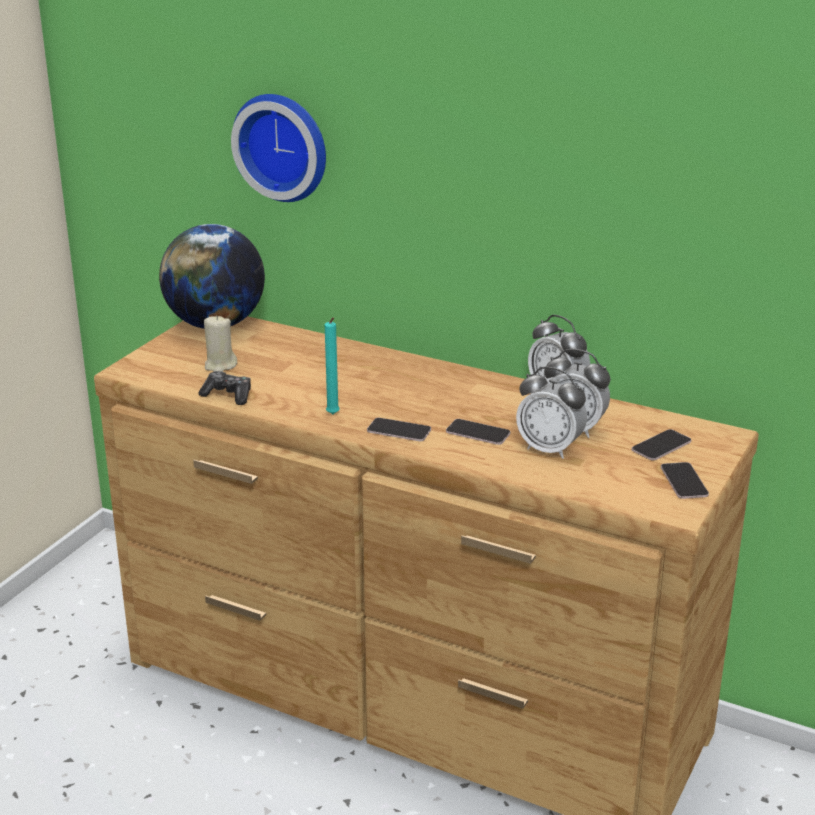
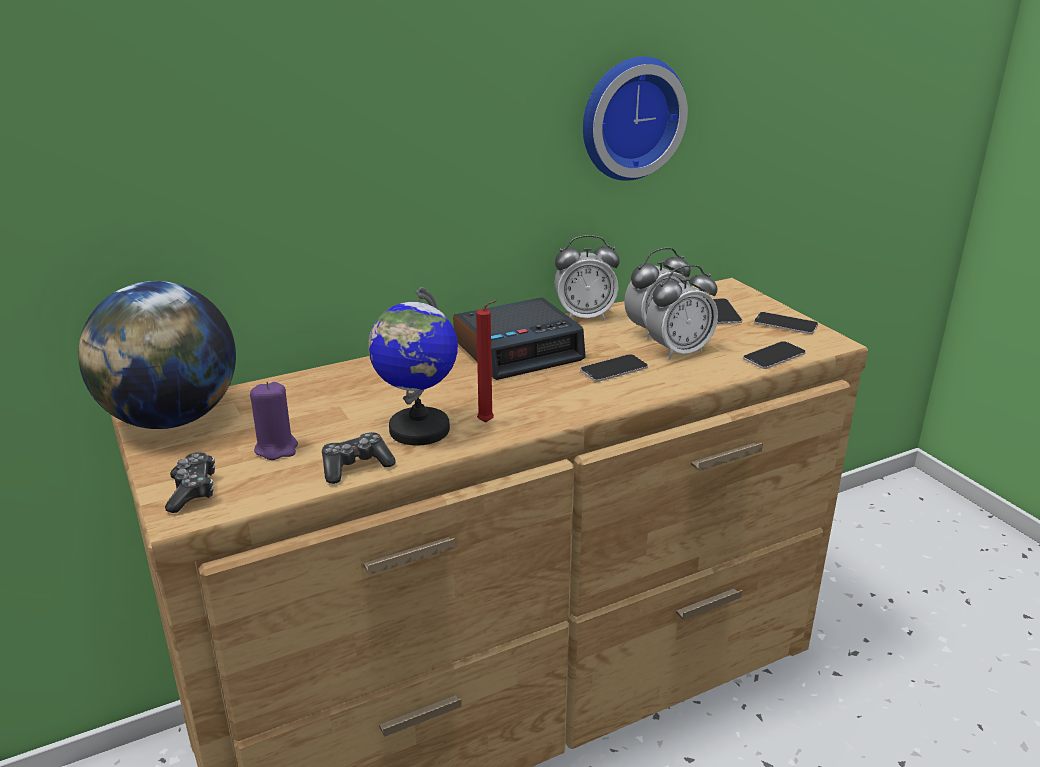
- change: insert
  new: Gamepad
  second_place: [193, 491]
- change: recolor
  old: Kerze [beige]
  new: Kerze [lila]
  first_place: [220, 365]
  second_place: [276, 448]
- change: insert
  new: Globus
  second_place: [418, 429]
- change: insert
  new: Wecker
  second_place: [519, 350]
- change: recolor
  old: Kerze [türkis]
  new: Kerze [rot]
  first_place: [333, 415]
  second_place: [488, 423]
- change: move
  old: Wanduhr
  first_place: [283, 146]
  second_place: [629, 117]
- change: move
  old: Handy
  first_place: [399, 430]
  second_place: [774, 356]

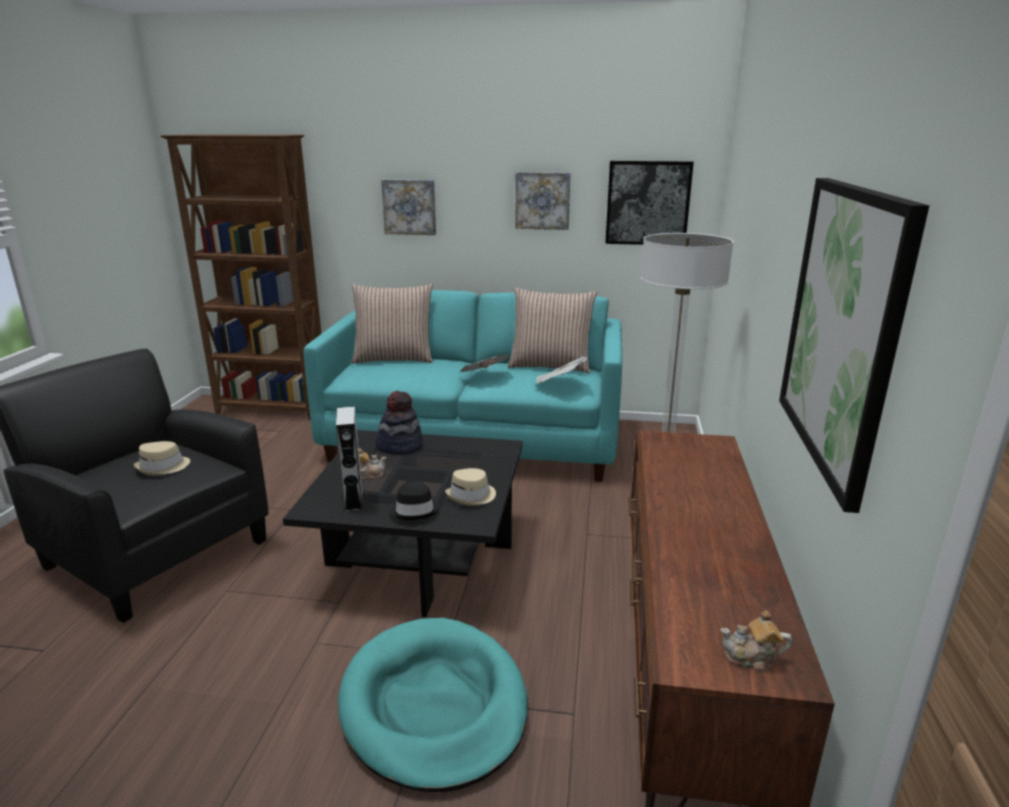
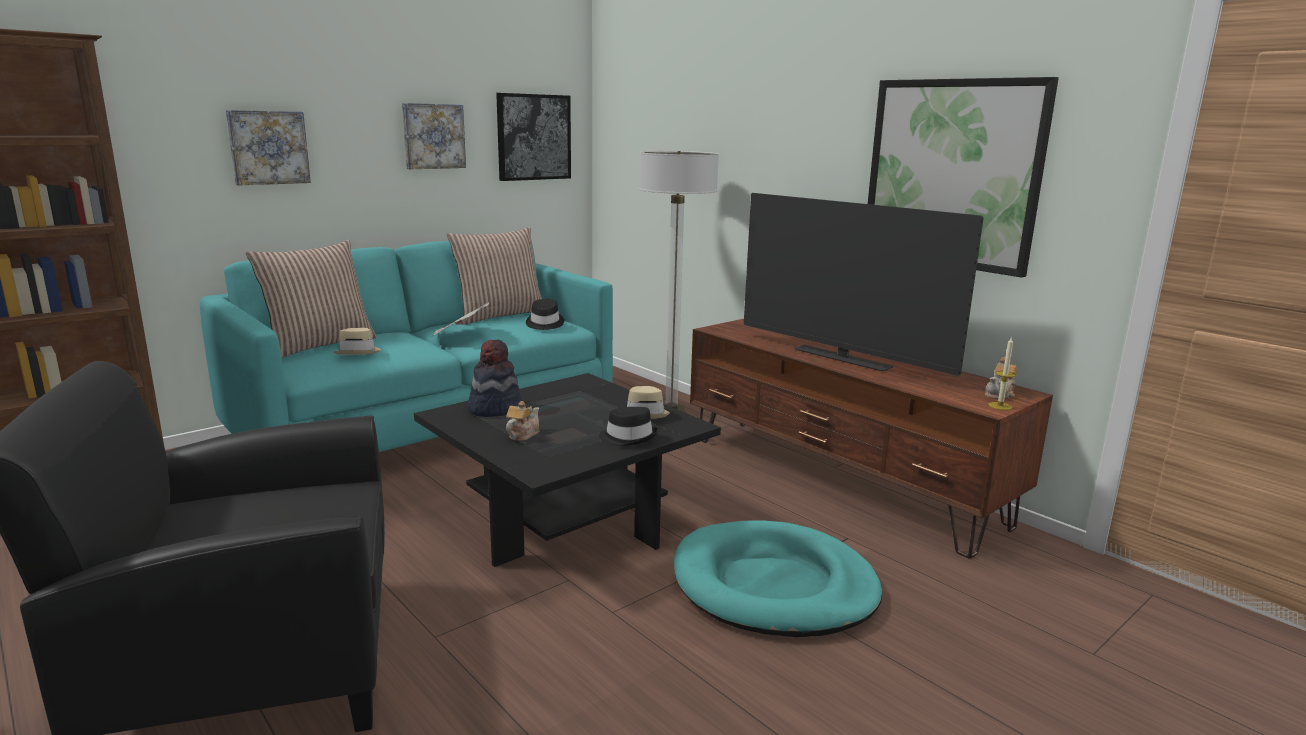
- change: move
  old: Hut [beige]
  first_place: [163, 467]
  second_place: [358, 352]
- change: replace
  old: Zeitung
  new: Hut [schwarz]
  first_place: [558, 384]
  second_place: [544, 324]
- change: insert
  new: Fernseher
  second_place: [841, 358]
- change: insert
  new: Kerze
  second_place: [1000, 406]
- change: delete
  old: Lautsprecher [grau]
  first_place: [353, 498]

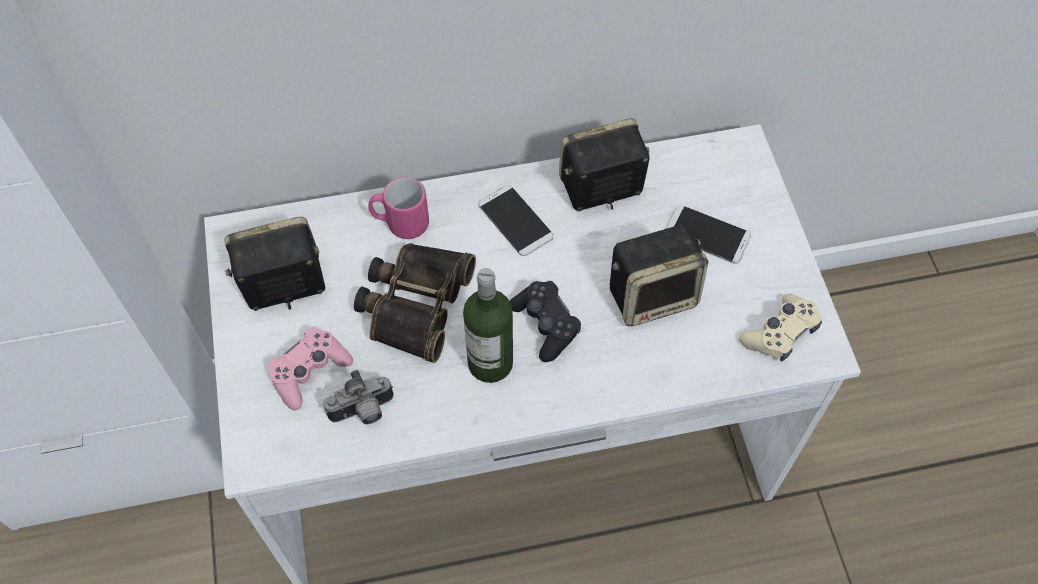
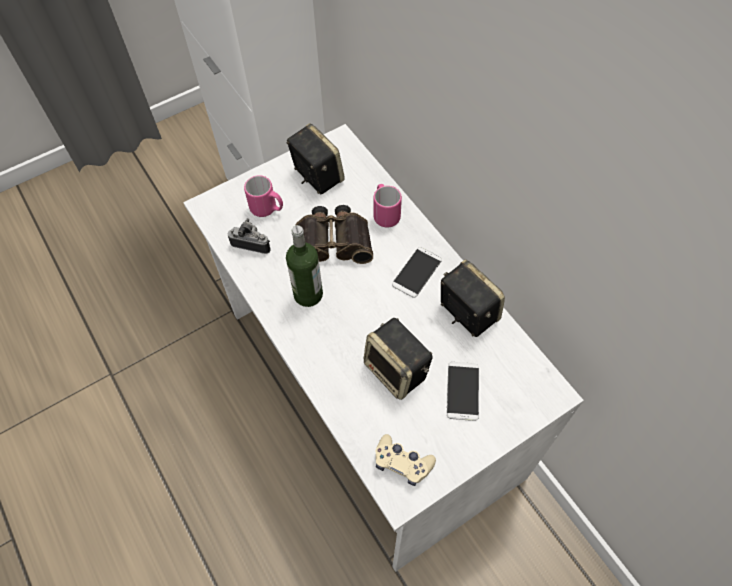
- change: rotate
  old: Kamera
  first_place: [363, 412]
  second_place: [252, 243]
  degrees: 150
- change: replace
  old: Gamepad [rosa]
  new: Henkelbecher [rosa]
  first_place: [309, 372]
  second_place: [267, 209]
- change: delete
  old: Gamepad [schwarz]
  first_place: [545, 325]

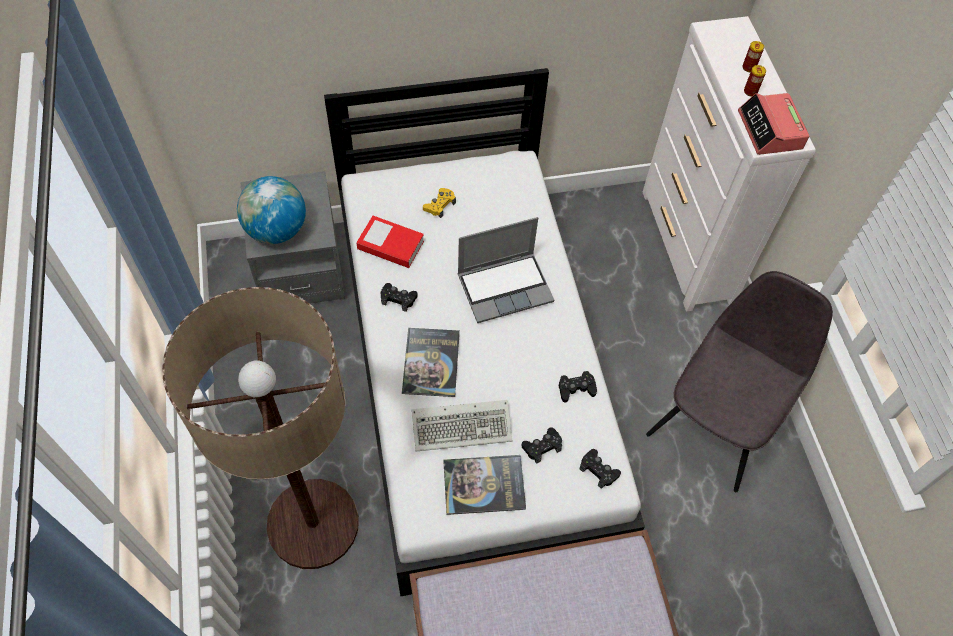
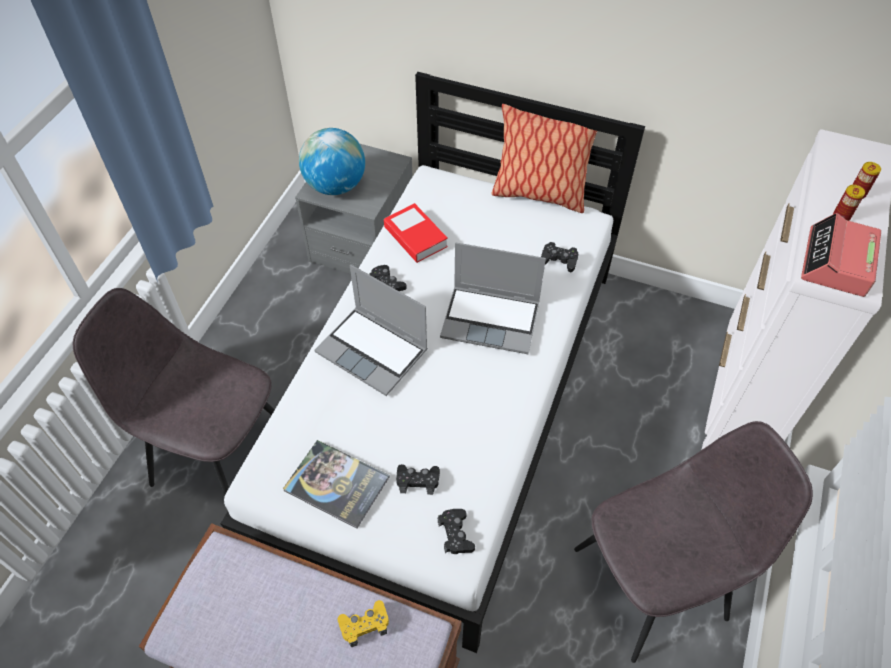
- change: replace
  old: Stehlampe
  new: Stuhl [grau]
  first_place: [313, 524]
  second_place: [218, 453]
- change: replace
  old: Buch
  new: Laptop
  first_place: [431, 362]
  second_place: [374, 351]
- change: move
  old: Gamepad [gelb]
  first_place: [439, 205]
  second_place: [364, 625]
- change: insert
  new: Kissen
  second_place: [538, 194]
- change: move
  old: Gamepad [schwarz]
  first_place: [576, 388]
  second_place: [559, 260]
- change: delete
  old: Tastatur
  first_place: [464, 426]

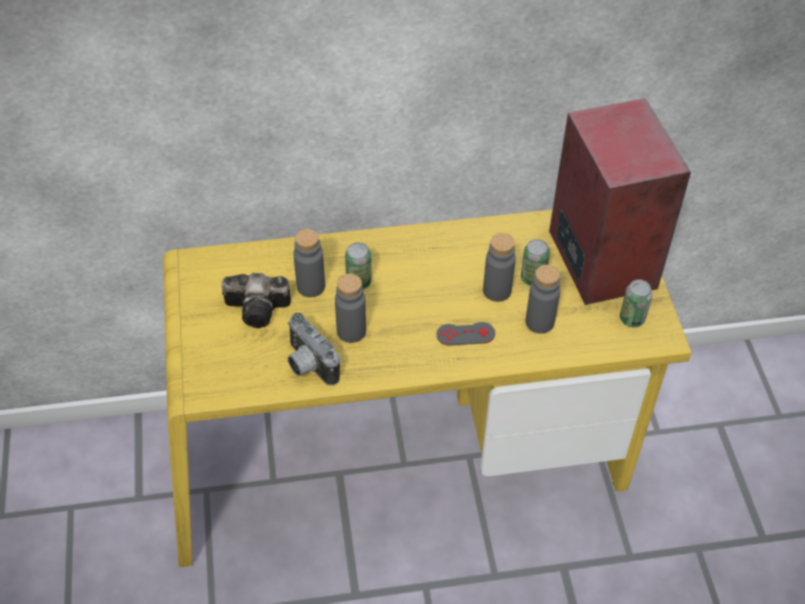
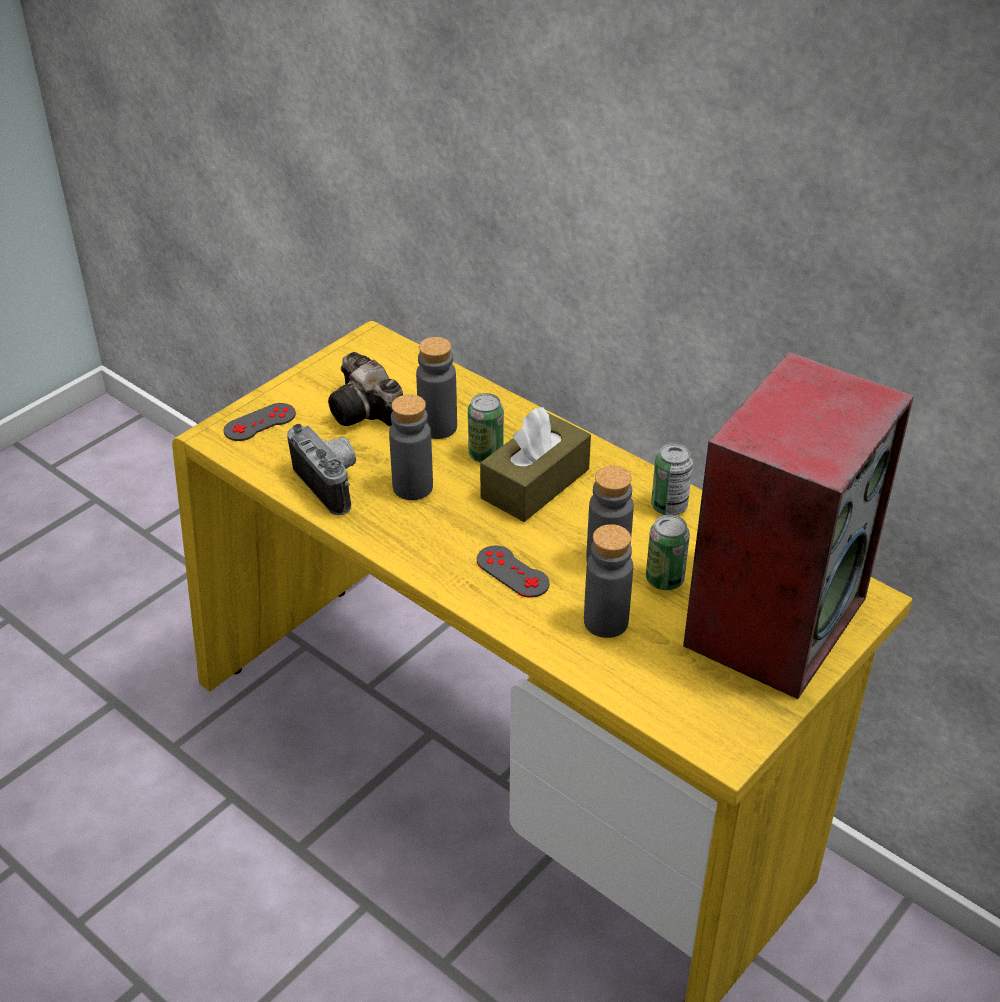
- change: insert
  new: Gamepad [grau]
  second_place: [260, 422]
- change: rotate
  old: Kamera
  first_place: [307, 365]
  second_place: [332, 483]
  degrees: 135
- change: insert
  new: Taschentuchbox [braun]
  second_place: [535, 484]
- change: move
  old: Dose
  first_place: [632, 319]
  second_place: [669, 506]

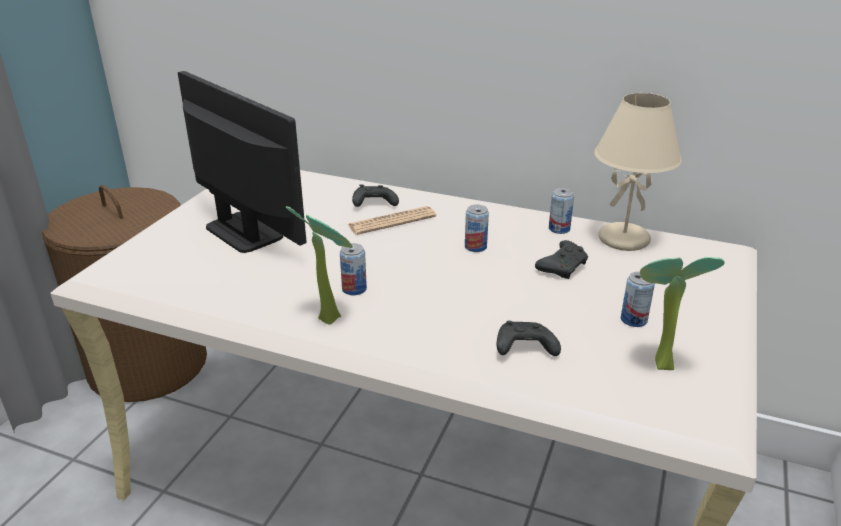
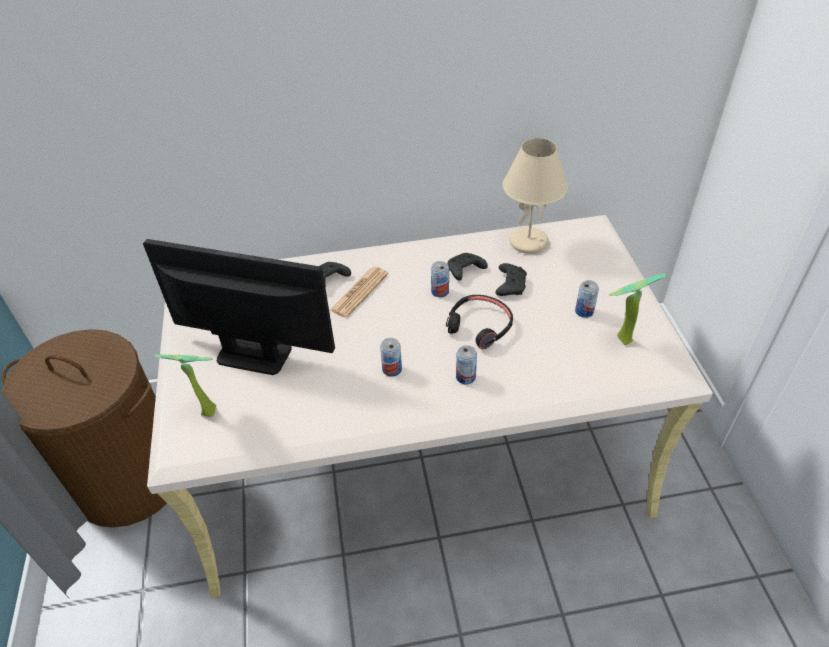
- change: move
  old: Topfpflanze
  first_place: [329, 316]
  second_place: [207, 408]
- change: insert
  new: Kopfhörer [schwarz]
  second_place: [479, 326]
- change: move
  old: Gamepad [schwarz]
  first_place: [523, 348]
  second_place: [464, 271]
- change: move
  old: Dose
  first_place: [559, 229]
  second_place: [465, 377]

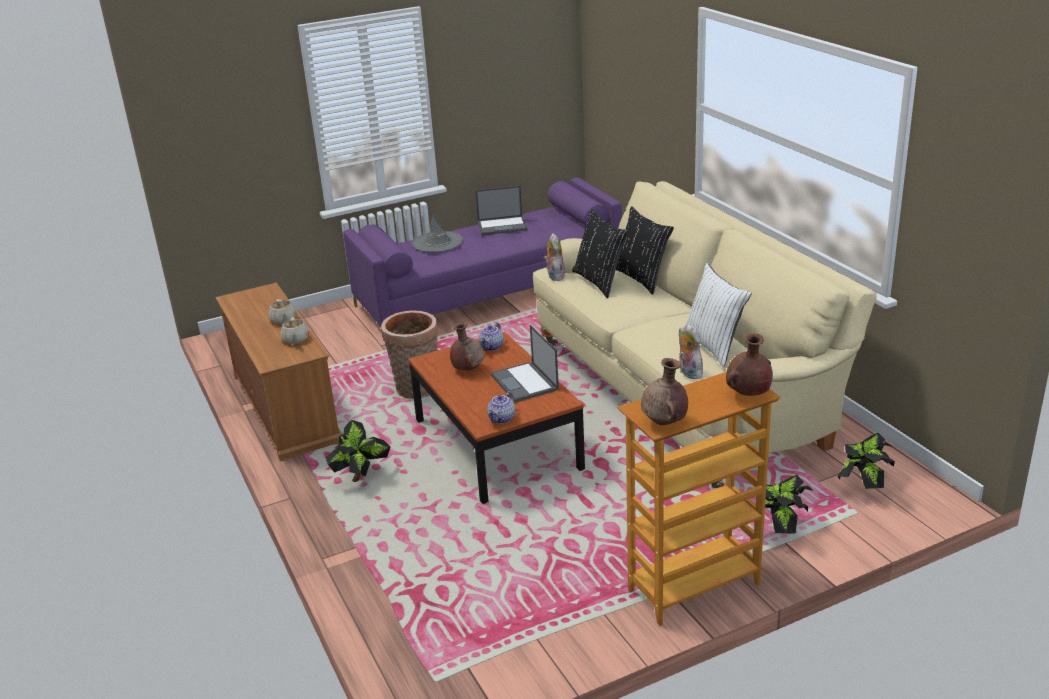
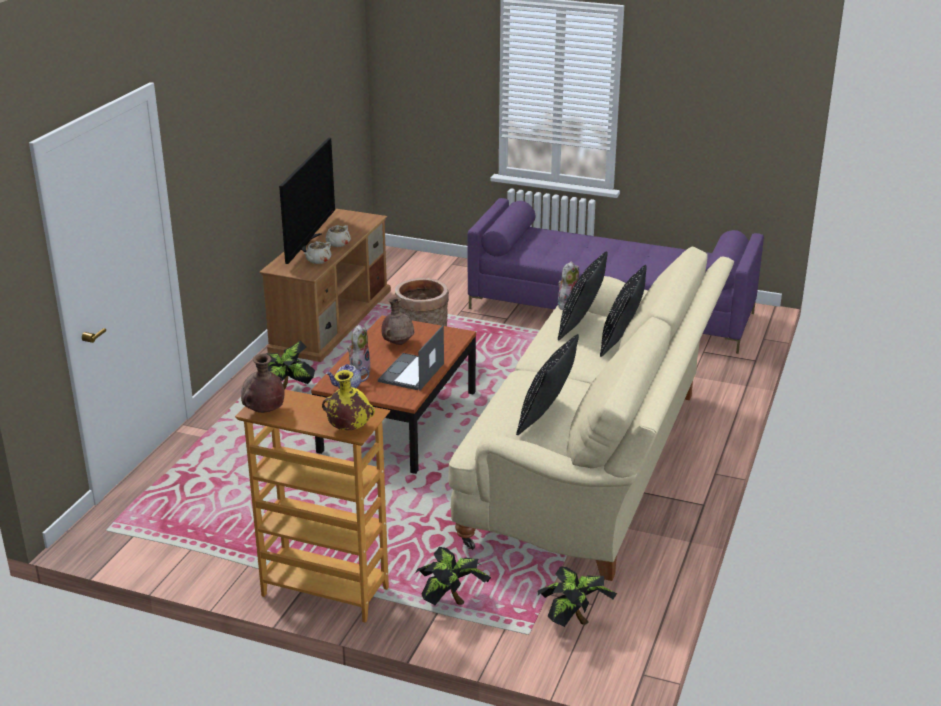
- change: insert
  new: Fernseher
  second_place: [309, 242]
- change: recolor
  old: Vase [braun]
  new: Vase [gelb]
  first_place: [747, 394]
  second_place: [348, 428]
- change: move
  old: Plüschtier
  first_place: [688, 373]
  second_place: [359, 369]
- change: recolor
  old: Kissen [weiß]
  new: Kissen [schwarz]
  first_place: [713, 346]
  second_place: [546, 417]
- change: delete
  old: Hut [grau]
  first_place: [437, 242]
- change: delete
  old: Laptop
  first_place: [503, 225]
- change: delete
  old: Teekanne
  first_place: [492, 347]

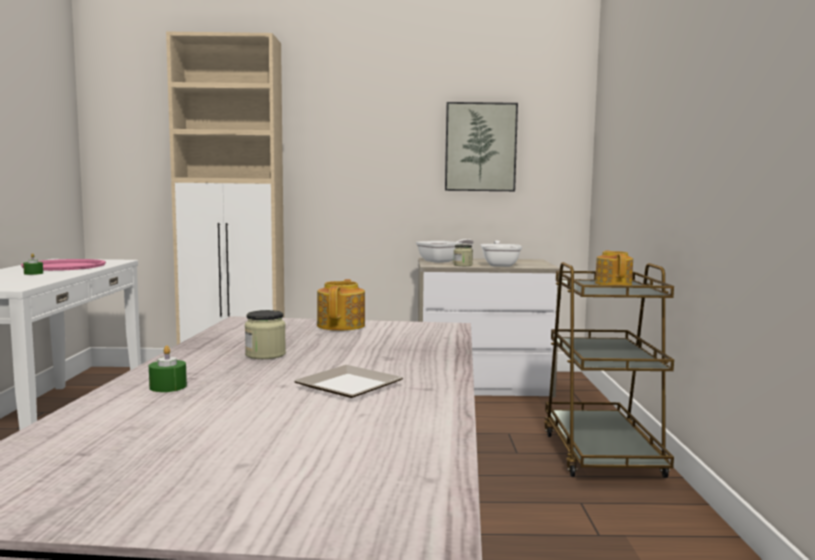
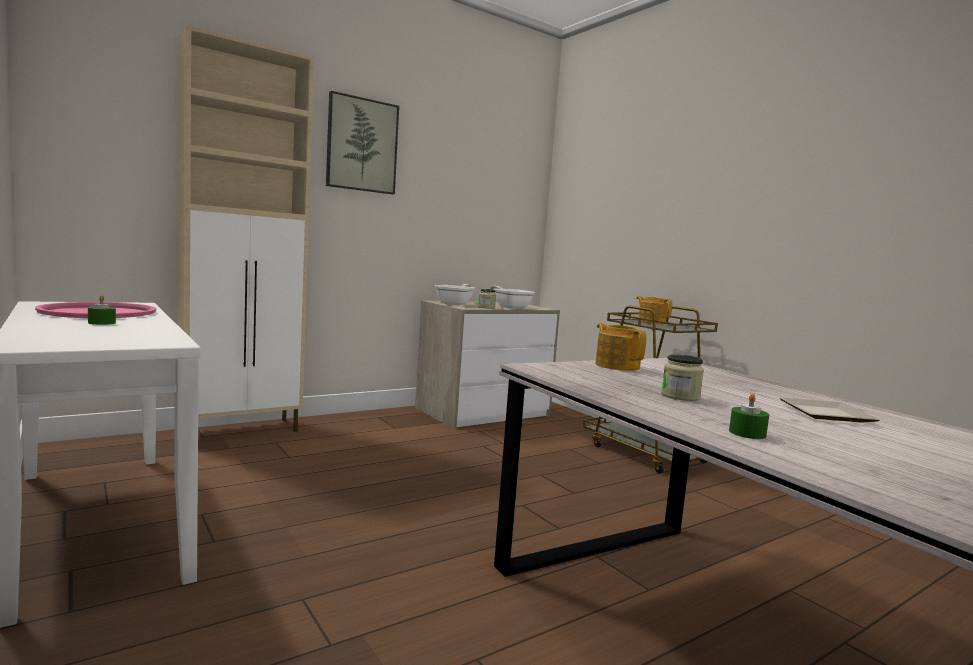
- change: move
  old: Bild
  first_place: [480, 147]
  second_place: [362, 145]

